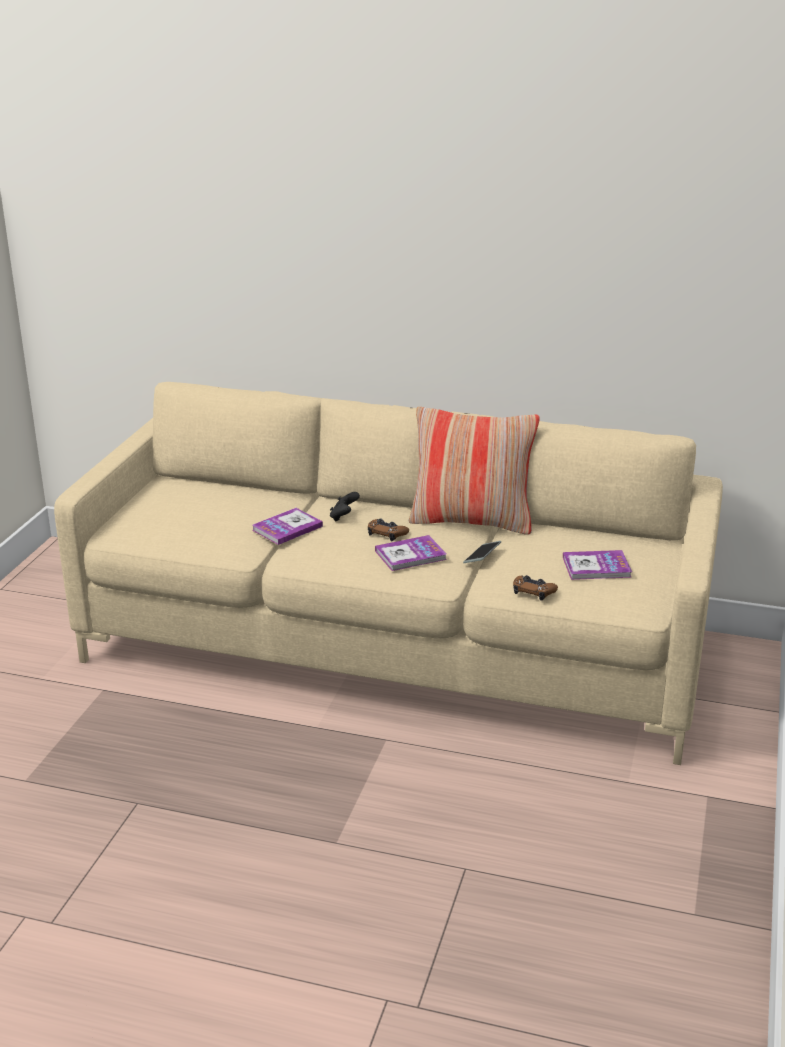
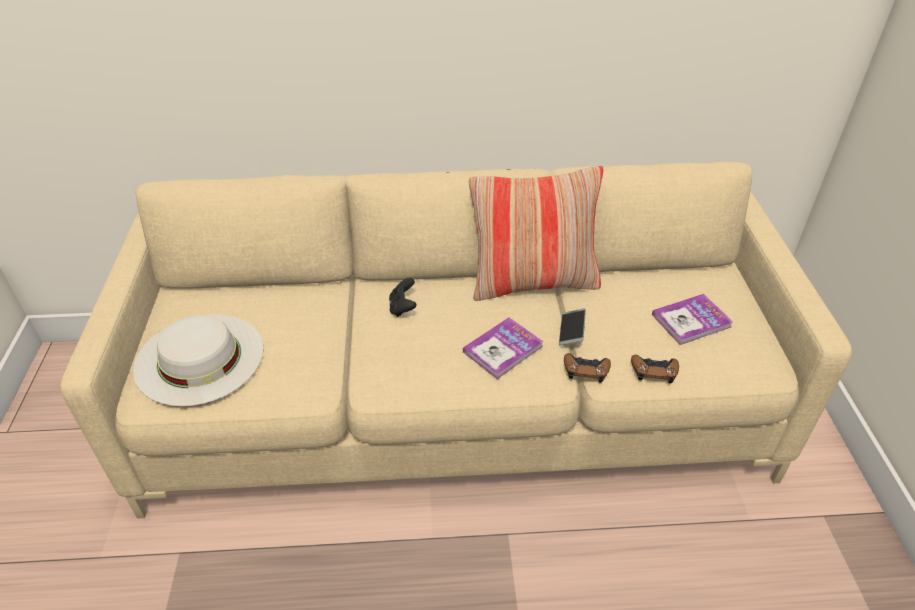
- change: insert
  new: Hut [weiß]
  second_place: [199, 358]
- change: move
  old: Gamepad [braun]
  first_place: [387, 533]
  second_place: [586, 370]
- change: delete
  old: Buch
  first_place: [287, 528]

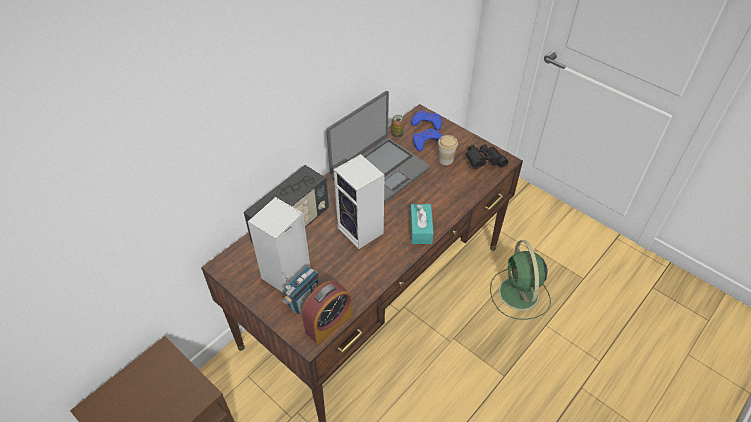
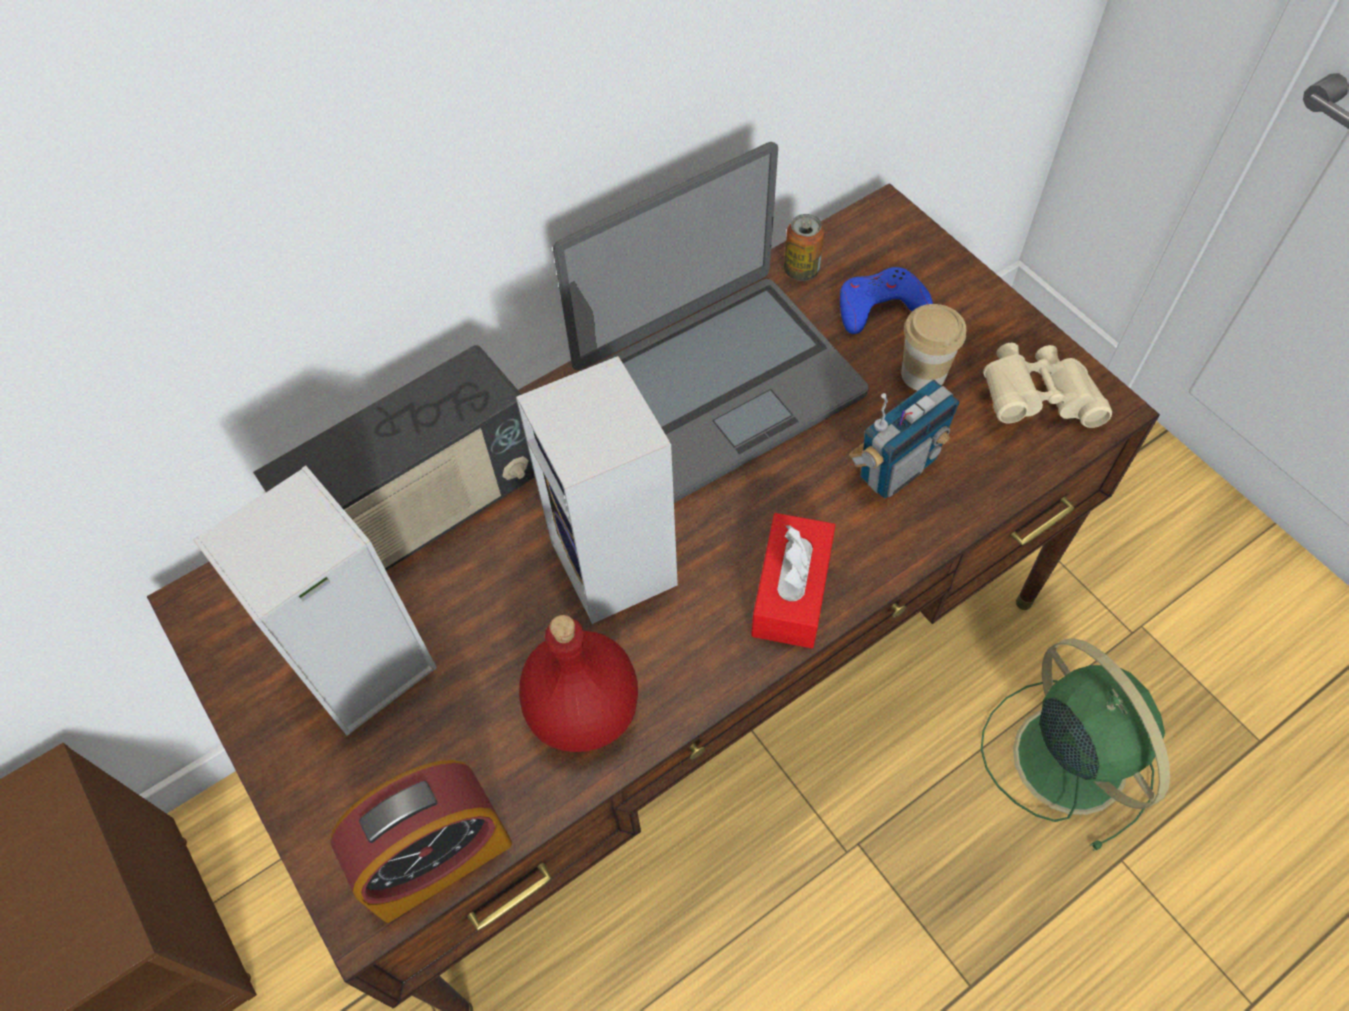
- change: insert
  new: Flasche [rot]
  second_place: [584, 709]
- change: recolor
  old: Taschentuchbox [türkis]
  new: Taschentuchbox [rot]
  first_place: [421, 229]
  second_place: [791, 591]
- change: move
  old: Radio
  first_place: [303, 301]
  second_place: [896, 468]
- change: rotate
  old: Ventilator [grün]
  first_place: [519, 295]
  second_place: [1066, 754]
  degrees: 150
- change: recolor
  old: Fernglas [schwarz]
  new: Fernglas [beige]
  first_place: [483, 162]
  second_place: [1036, 400]
- change: delete
  old: Gamepad [blau]
  first_place: [427, 123]

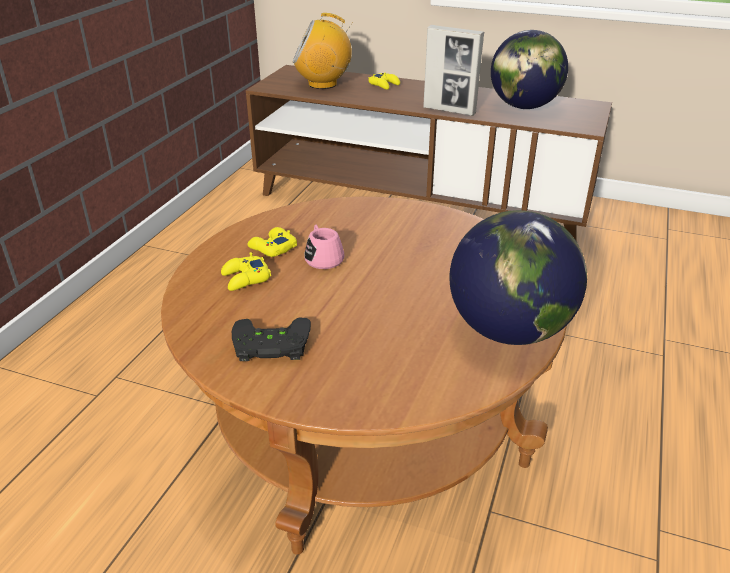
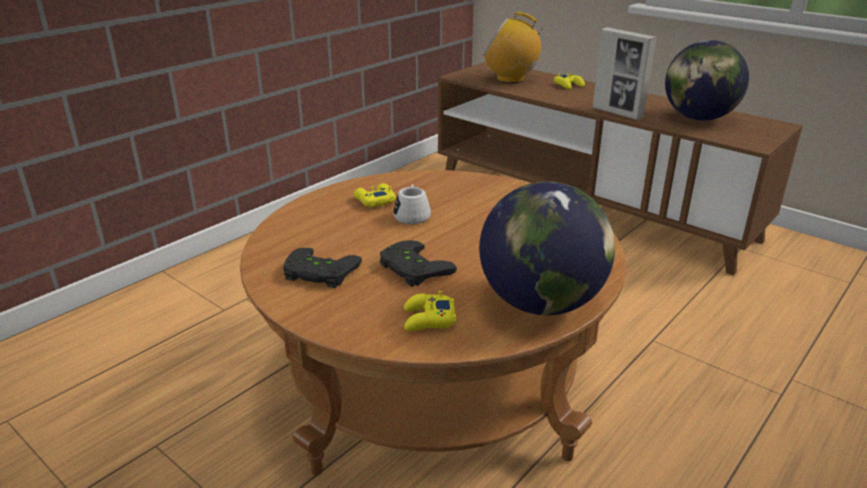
- change: insert
  new: Gamepad [schwarz]
  second_place: [411, 269]
- change: recolor
  old: Henkelbecher [rosa]
  new: Henkelbecher [weiß]
  first_place: [322, 257]
  second_place: [412, 215]
- change: move
  old: Gamepad [gelb]
  first_place: [245, 278]
  second_place: [428, 319]

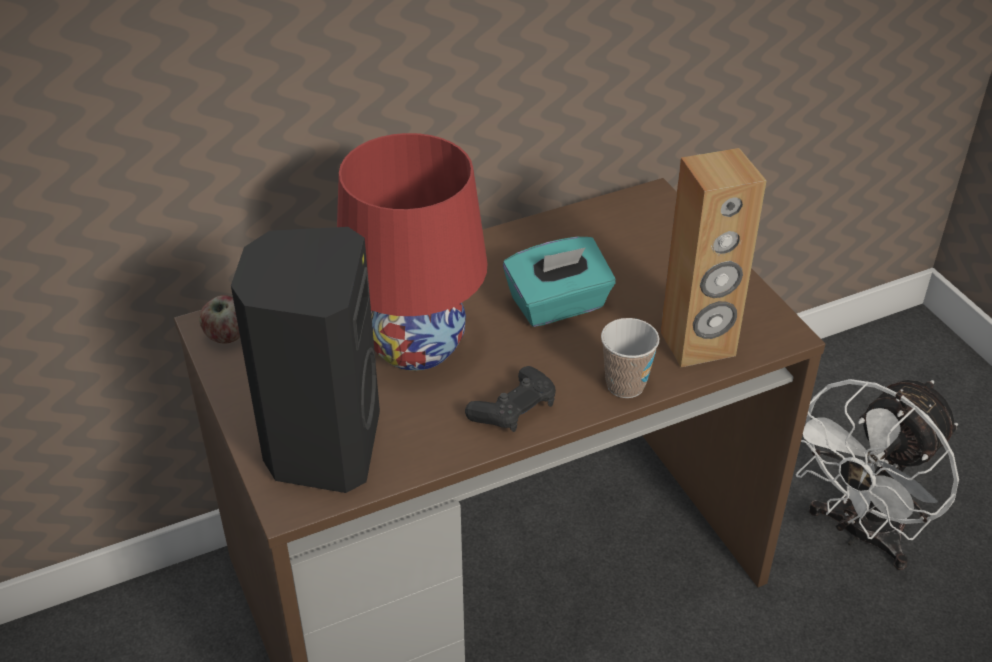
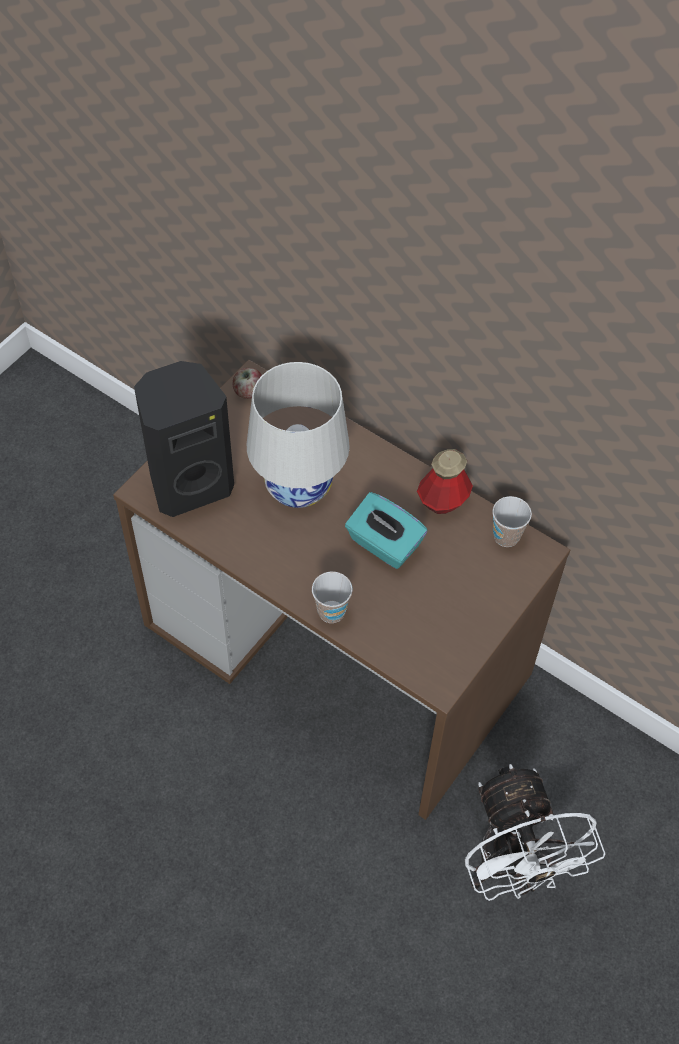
- change: recolor
  old: Tischlampe [rot]
  new: Tischlampe [weiß]
  first_place: [415, 345]
  second_place: [298, 486]
- change: insert
  new: Flasche
  second_place: [443, 500]
- change: rotate
  old: Ventilator [weiß]
  first_place: [860, 533]
  second_place: [511, 868]
  degrees: -120
- change: insert
  new: Tasse
  second_place: [506, 536]
- change: delete
  old: Gamepad [schwarz]
  first_place: [514, 409]
- change: delete
  old: Lautsprecher [braun]
  first_place: [698, 344]

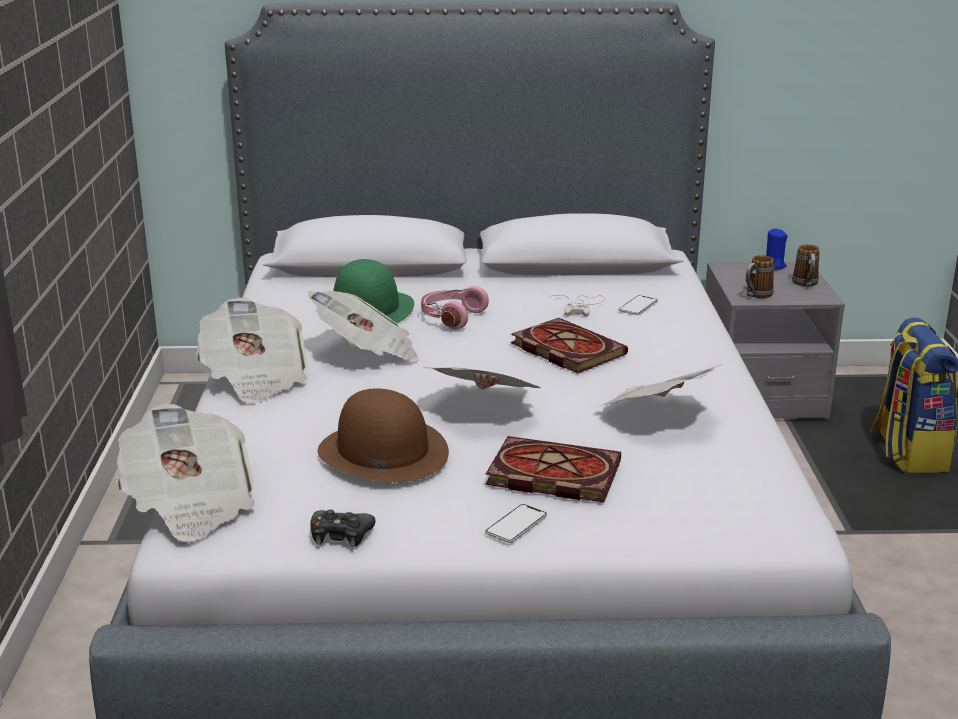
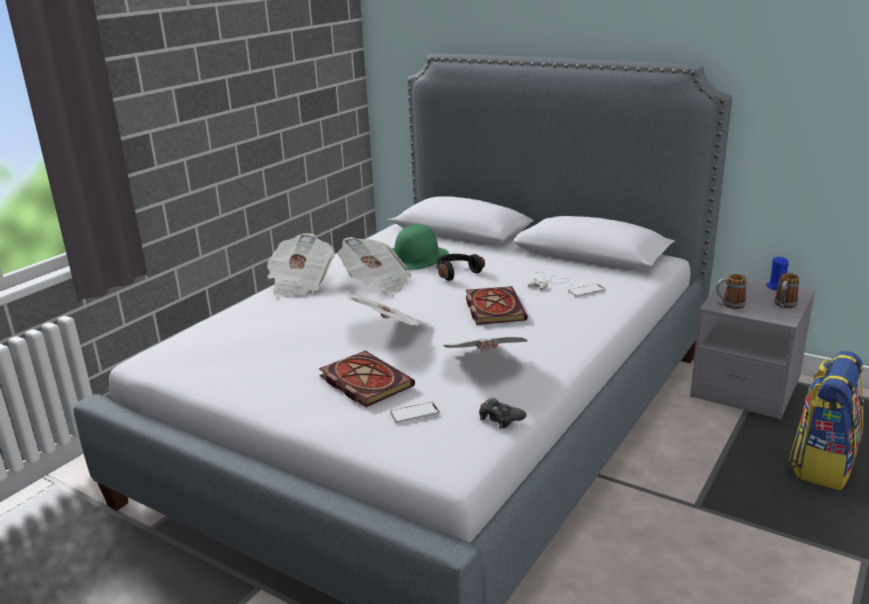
- change: move
  old: Handy
  first_place: [516, 525]
  second_place: [414, 413]
- change: recolor
  old: Kopfhörer [rosa]
  new: Kopfhörer [schwarz]
  first_place: [450, 317]
  second_place: [456, 272]
- change: move
  old: Gamepad [schwarz]
  first_place: [340, 535]
  second_place: [500, 418]
- change: delete
  old: Zeitung
  first_place: [190, 504]
- change: delete
  old: Hut [braun]
  first_place: [382, 452]

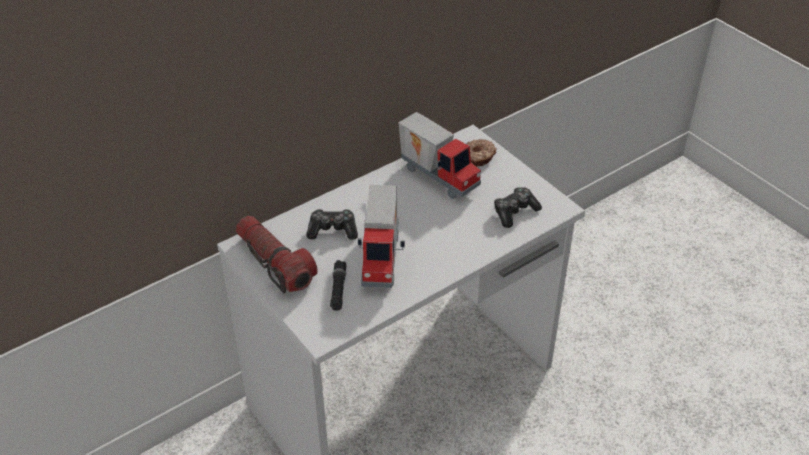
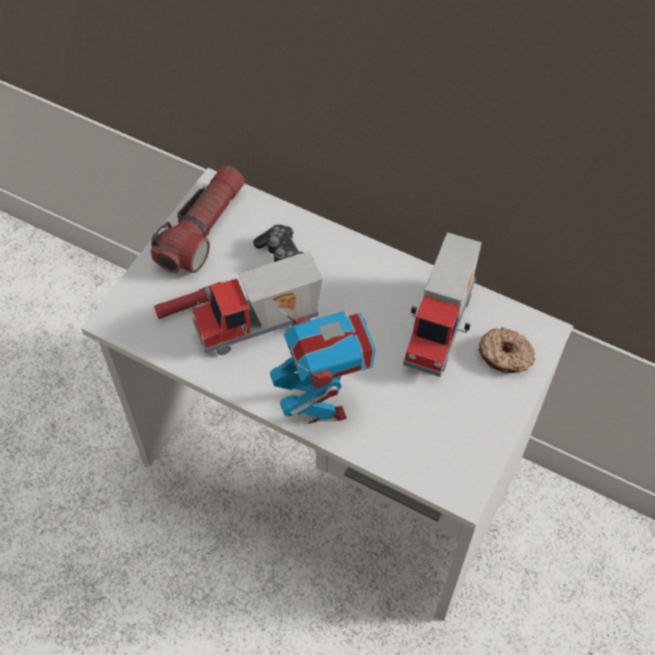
- change: recolor
  old: Taschenlampe [schwarz]
  new: Taschenlampe [rot]
  first_place: [338, 289]
  second_place: [191, 304]
- change: insert
  new: Spielzeugroboter
  second_place: [323, 405]
- change: delete
  old: Gamepad
  first_place: [515, 212]

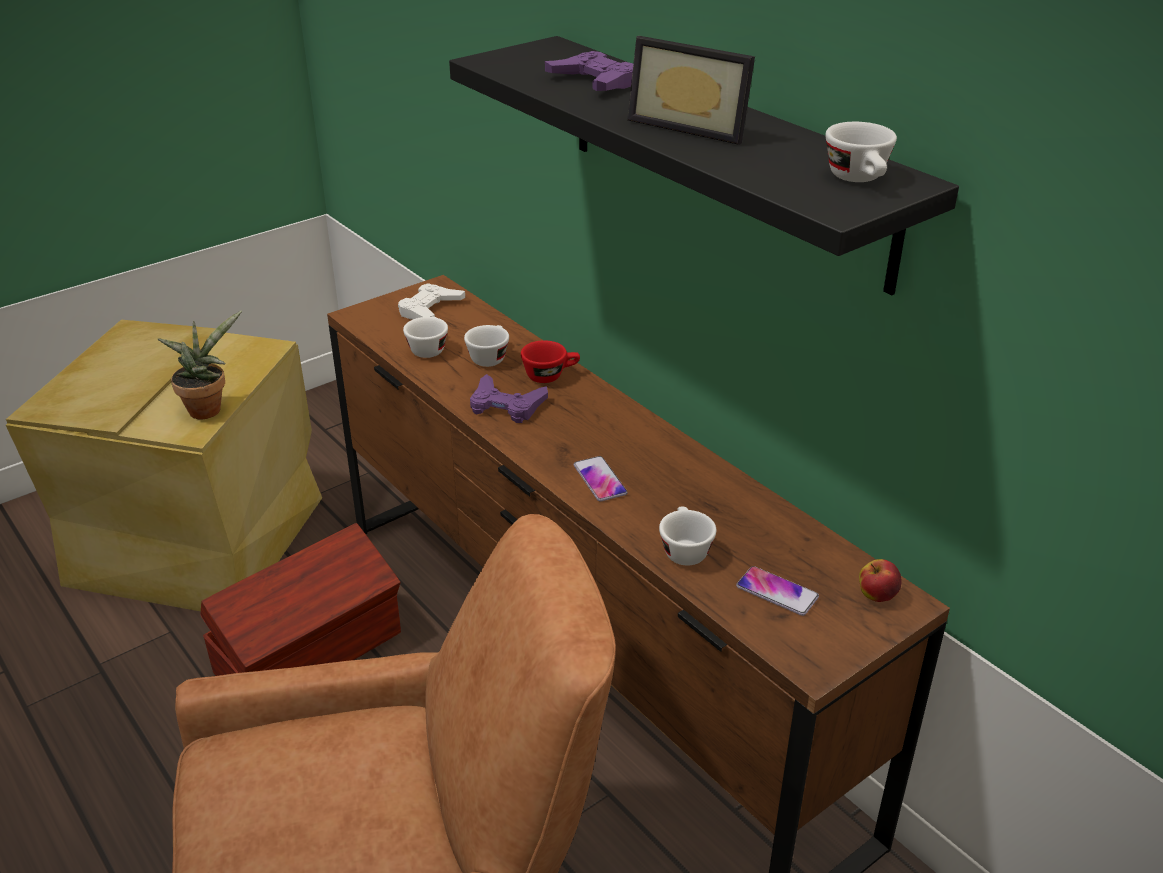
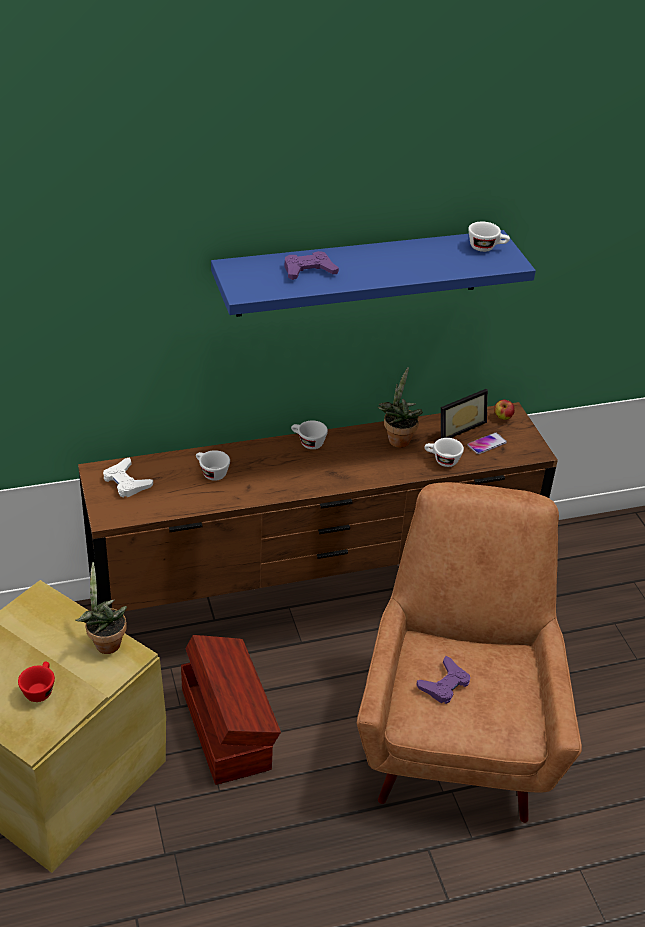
- change: move
  old: Tasse [rot]
  first_place: [550, 375]
  second_place: [39, 689]
- change: recolor
  old: Wandregal [schwarz]
  new: Wandregal [blau]
  first_place: [723, 157]
  second_place: [359, 273]
- change: move
  old: Tasse [weiß]
  first_place: [428, 348]
  second_place: [307, 442]
- change: insert
  new: Topfpflanze
  second_place: [397, 439]
- change: move
  old: Gamepad [lila]
  first_place: [506, 405]
  second_place: [444, 684]
- change: move
  old: Bilderrahmen
  first_place: [692, 126]
  second_place: [457, 426]
- change: delete
  old: Handy
  first_place: [599, 480]

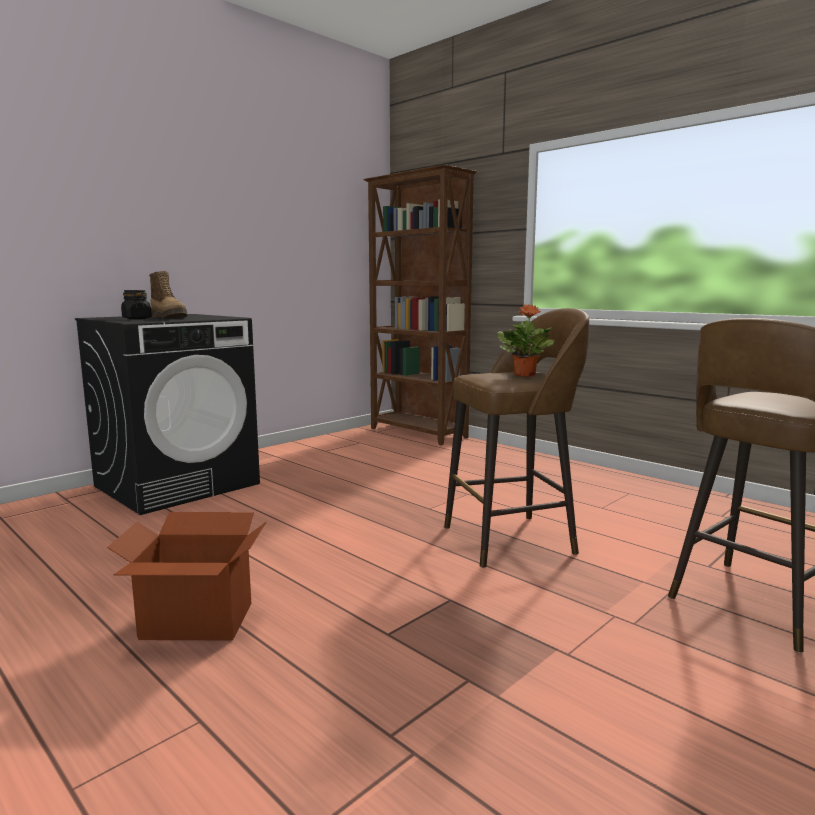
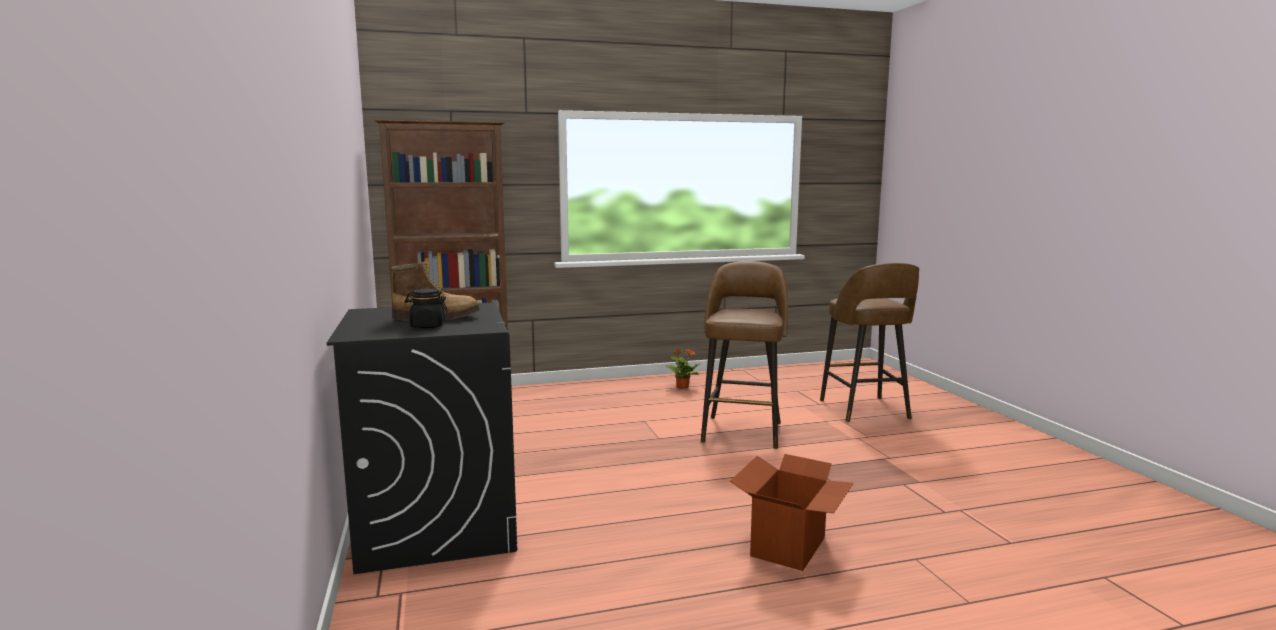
- change: move
  old: Topfpflanze
  first_place: [525, 375]
  second_place: [682, 387]

